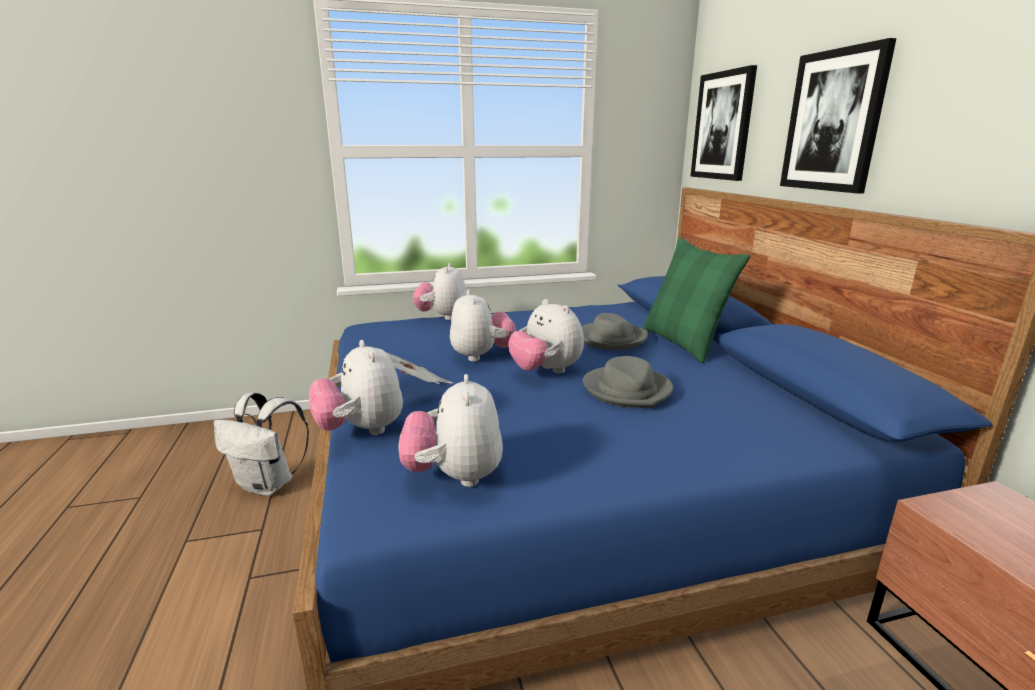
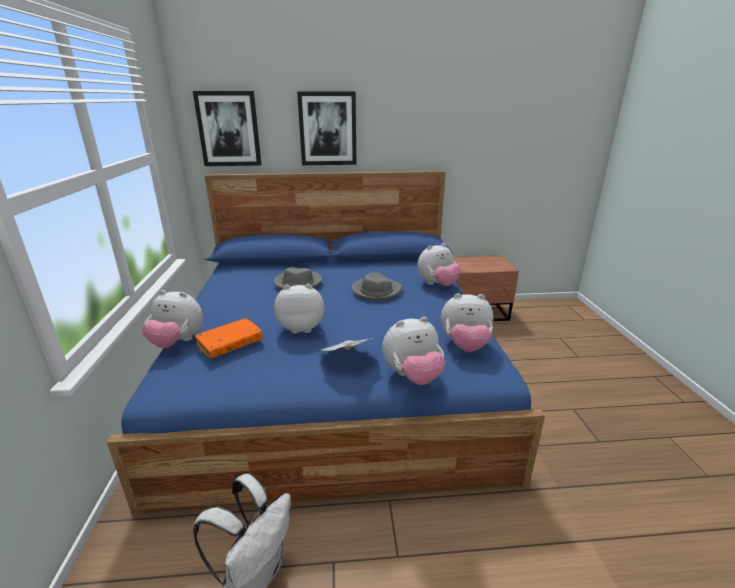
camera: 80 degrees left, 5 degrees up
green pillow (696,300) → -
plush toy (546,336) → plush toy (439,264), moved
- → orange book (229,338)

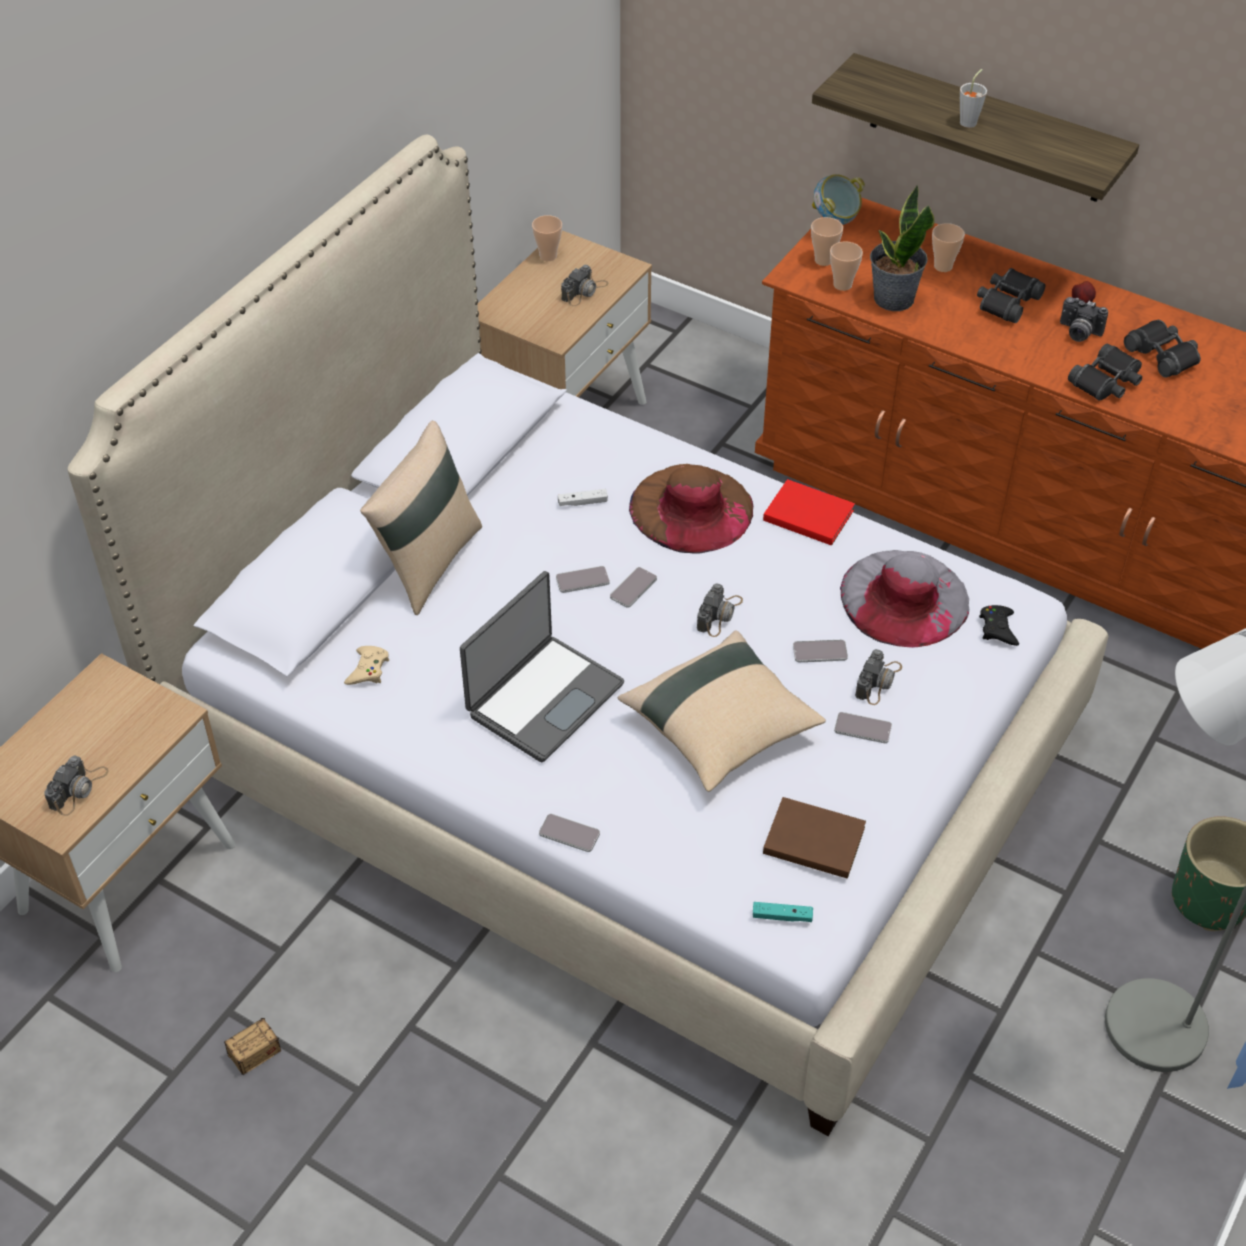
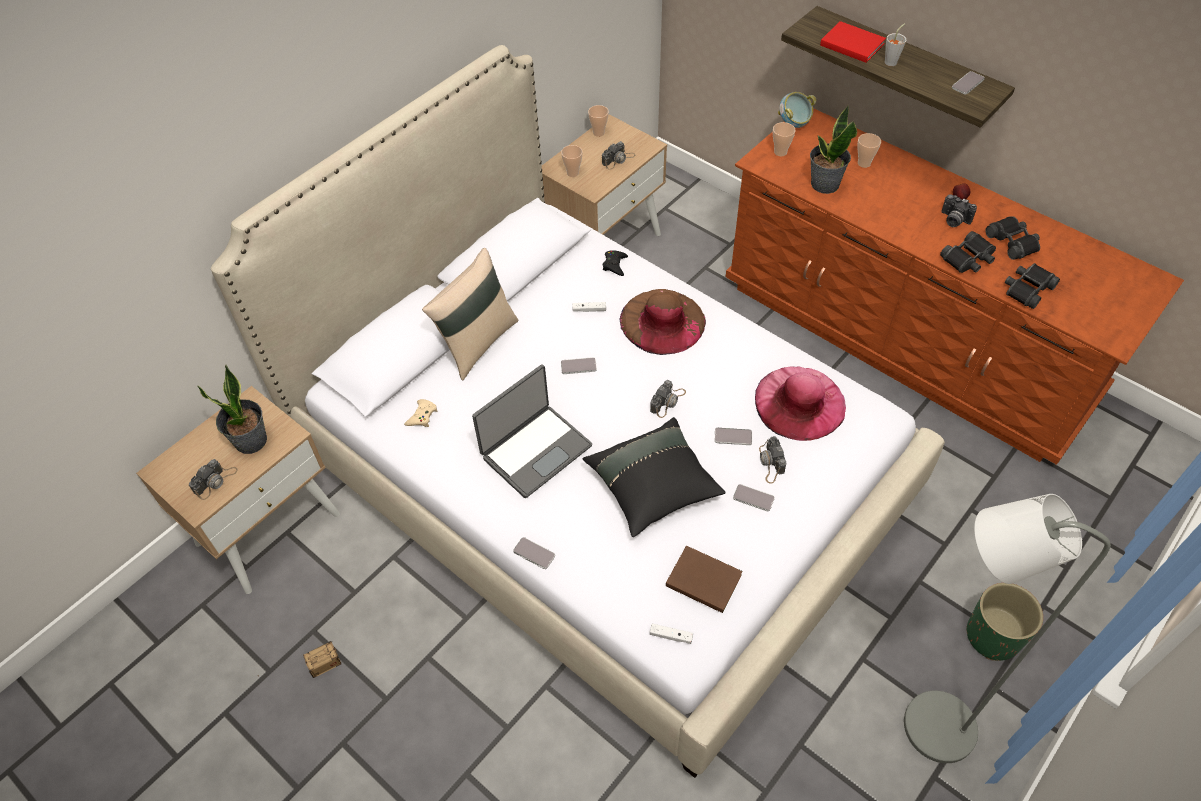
camera: 10 degrees right, 5 degrees up
cup (846,266) → cup (571,161), moved
black binoculars (1011,295) → black binoculars (1032,286), moved
red book (809,512) → red book (853,42), moved
grey hat (904,599) → pink hat (800,403)
phone (633,587) → phone (968,83), moved
black game controller (999,625) → black game controller (615,263), moved
beige pillow (722,711) → black pillow (654,477)
photo camera (878,677) → photo camera (772,459), 135 degrees clockwise
turquoise game controller (783,912) → white game controller (671,634)
- → potted plant (232,409)

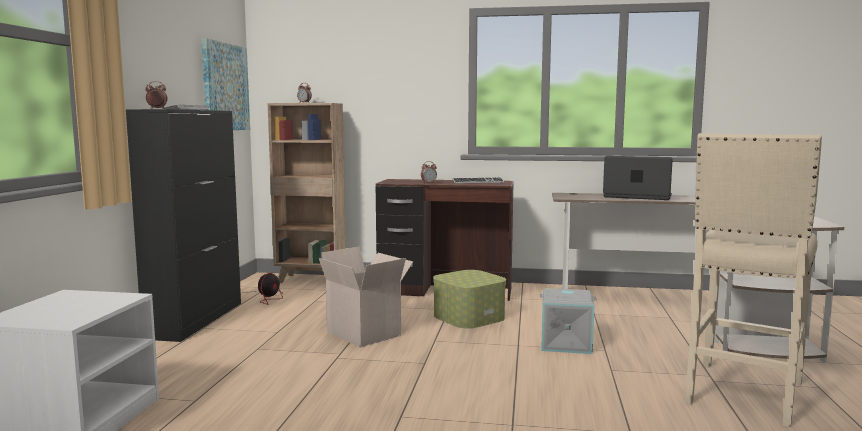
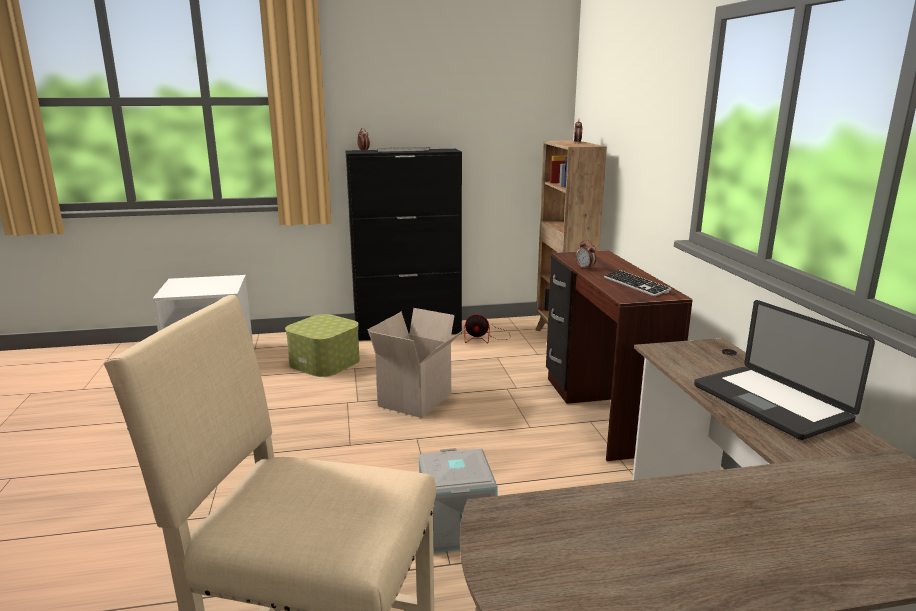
camera: 70 degrees right, 10 degrees up
picture (225,84) → -
laptop (638,178) → laptop (784,370), 150 degrees clockwise
storage box (469,299) → storage box (322,345), moved

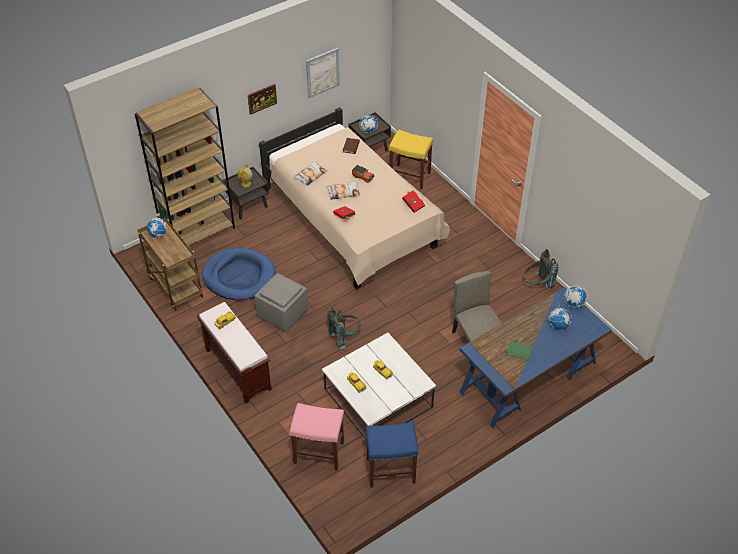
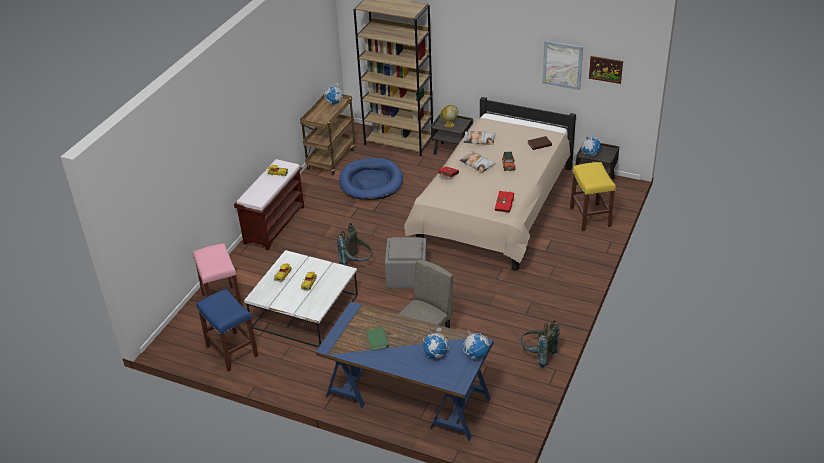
camera: 60 degrees right, 10 degrees down
picture (262,99) → picture (606,70), moved
grey ottoman (281,302) → grey ottoman (406,263), moved

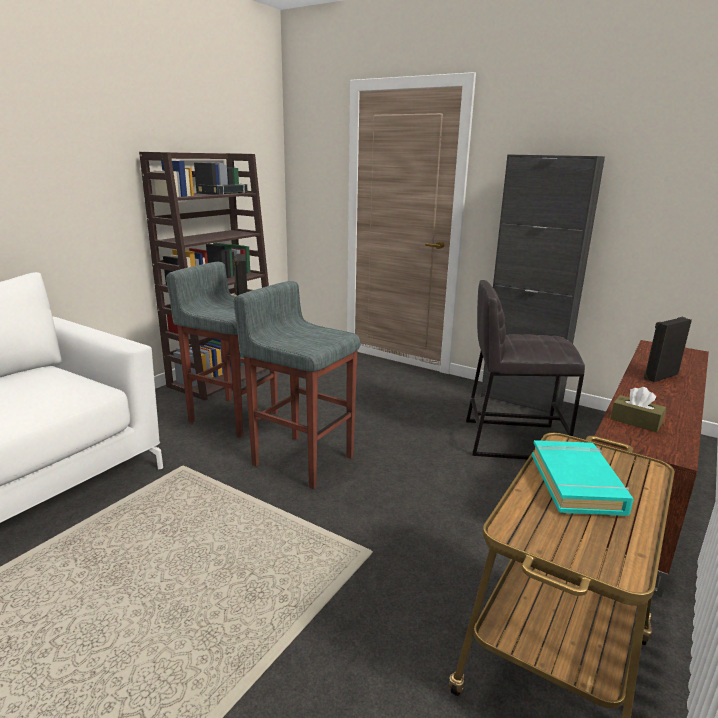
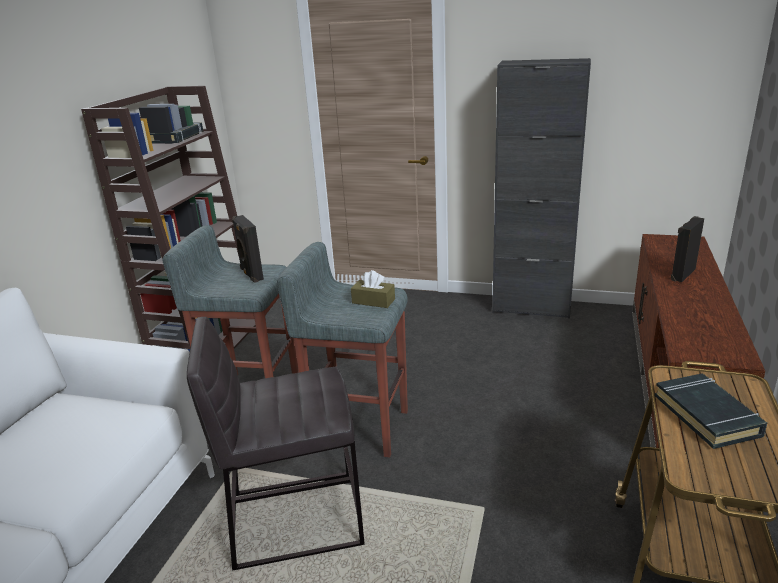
camera: 15 degrees left, 5 degrees up
grey stool (525,370) → grey stool (276,444), moved
brown tissue box (638,409) → brown tissue box (373,289), moved
turquoise book (583,478) → black book (711,411)

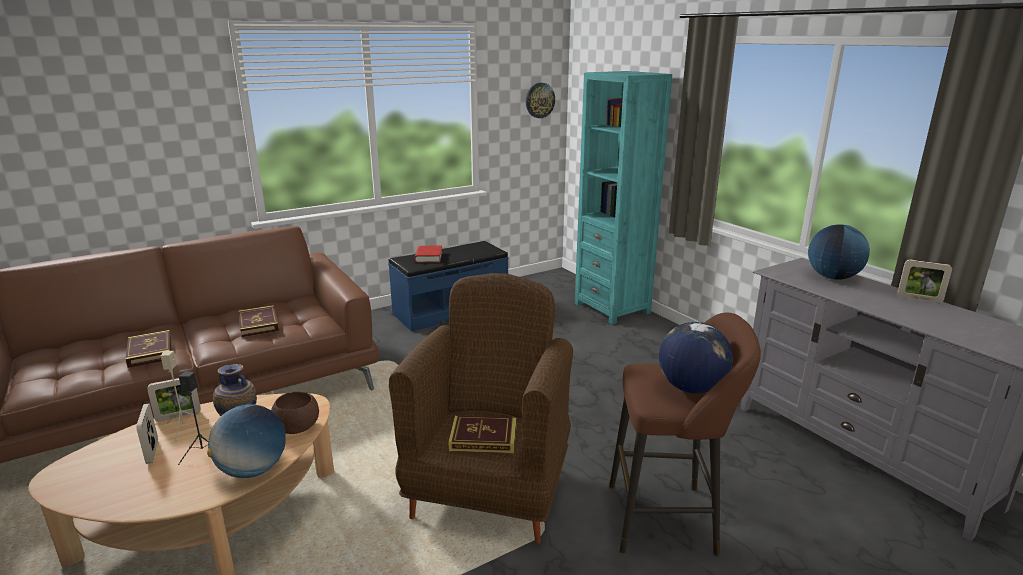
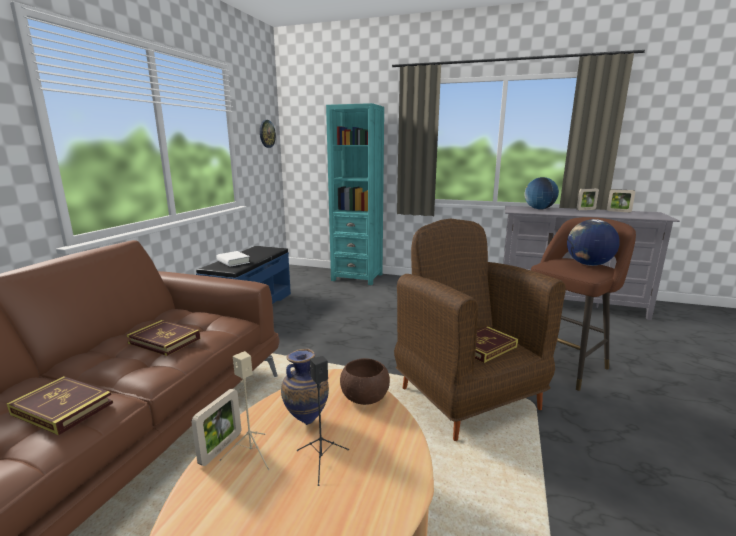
camera: 40 degrees left, 5 degrees down
red book (428,254) → white book (233,259)
picture frame (147,433) → picture frame (621,200), moved
globe (246,441) → -

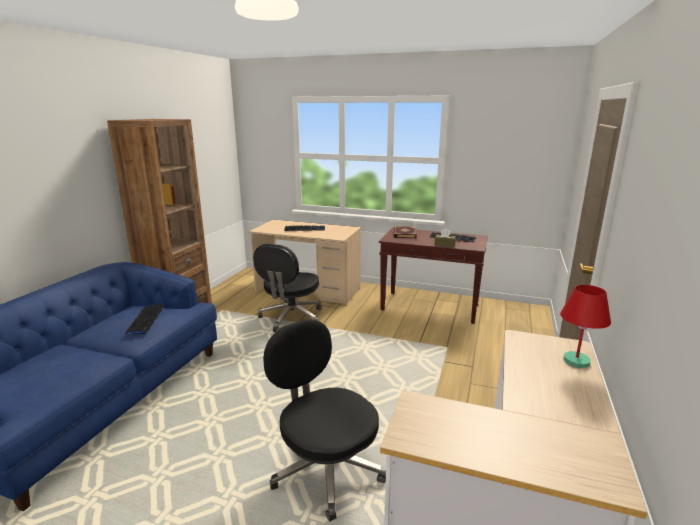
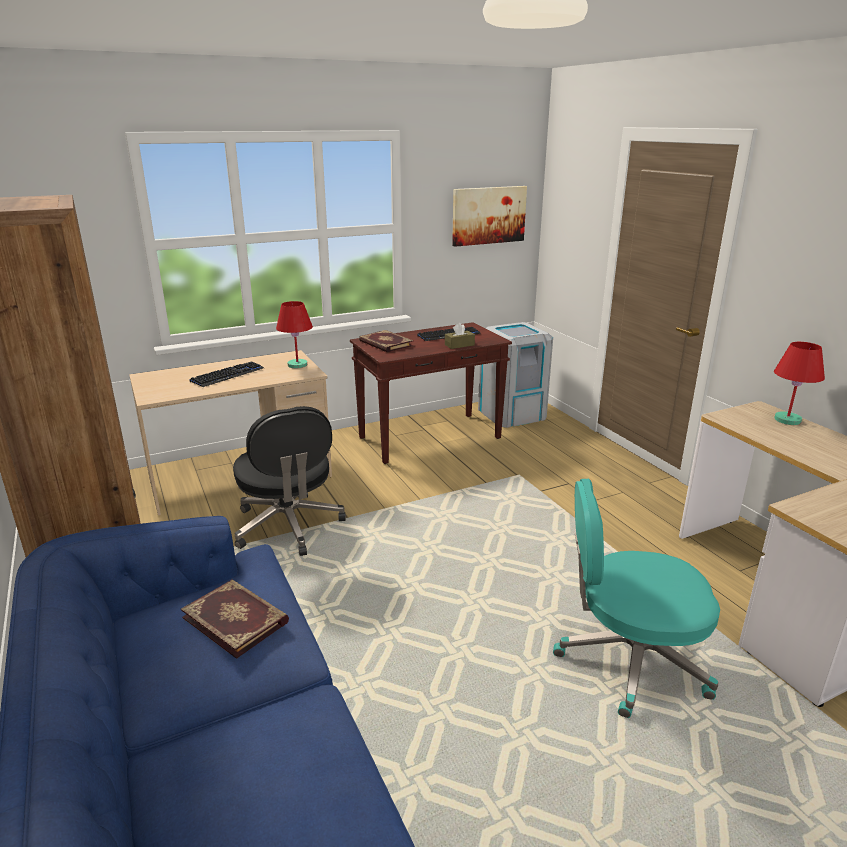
camera: 45 degrees left, 5 degrees up
keyboard (144,319) → book (235,619)
black office chair (324,420) → turquoise office chair (636,598)
- → picture (489,216)
- → red table lamp (294,334)
- → grey trash can (515,375)

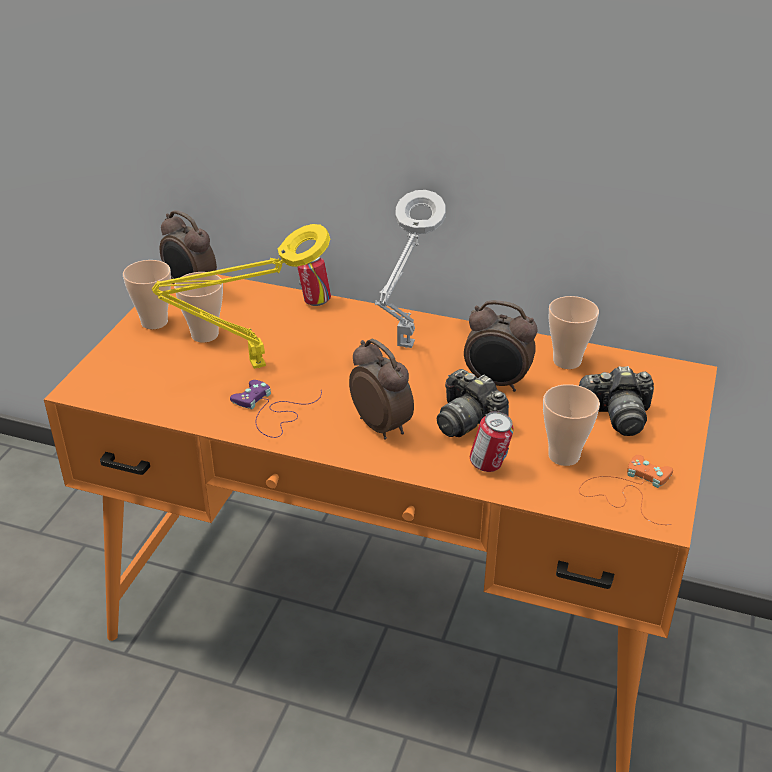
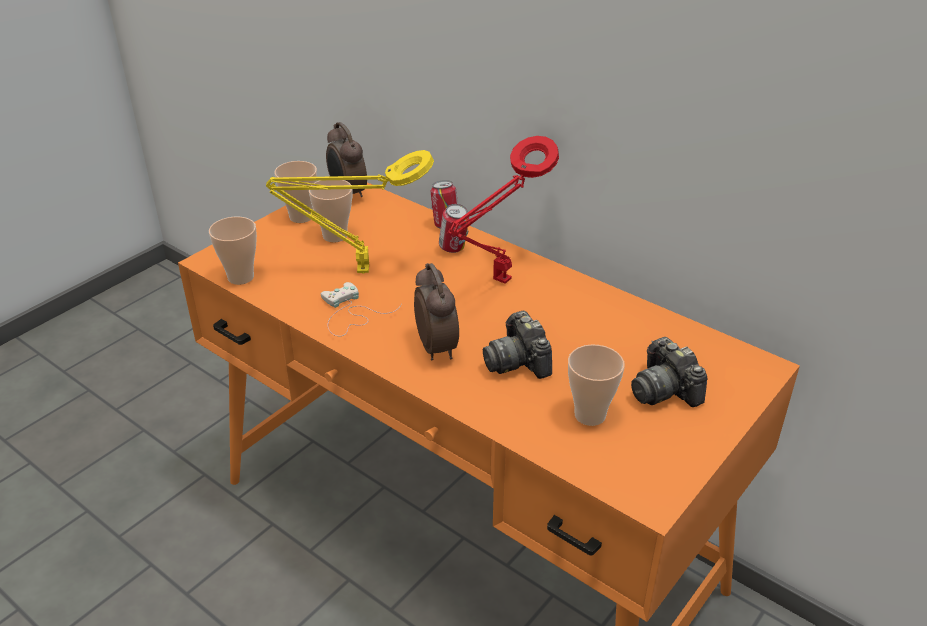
camera: 20 degrees right, 0 degrees up
grey table lamp (410,269) → red table lamp (503,210)
cup (574,332) → cup (233,251), moved
alarm clock (501,346) → -
photo camera (616,401) → photo camera (669,372), 45 degrees clockwise
purple game controller (276,409) → white game controller (361,309)
can (492,441) → can (454,228), moved
orange game controller (626,490) → -

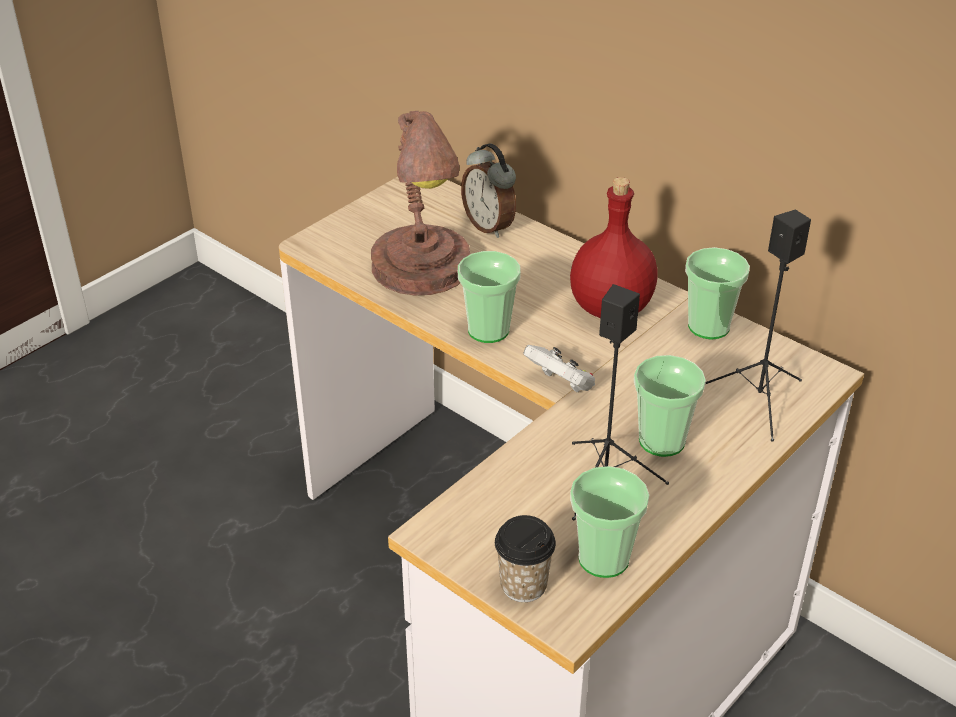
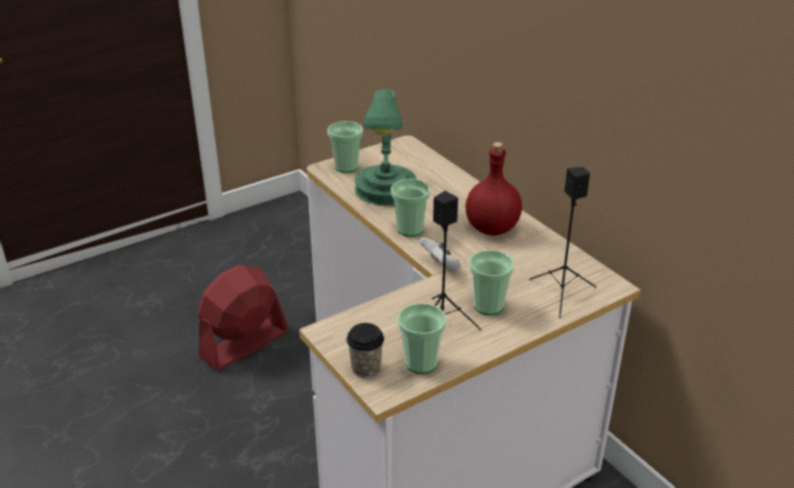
camera: 15 degrees right, 5 degrees down
brown table lamp (420,203) → green table lamp (386,147)
alarm clock (488,190) → -
cup (717,293) → cup (345,147), moved
- → red fan (243,317)

